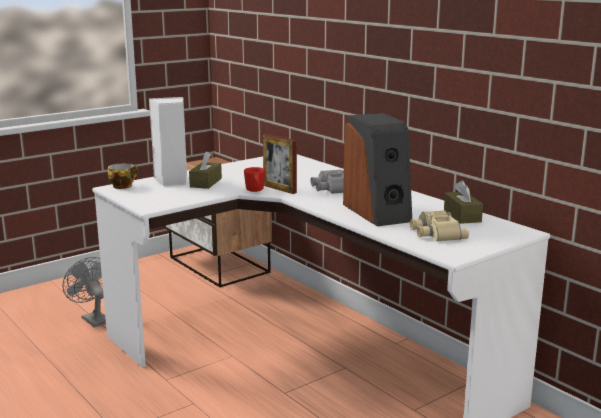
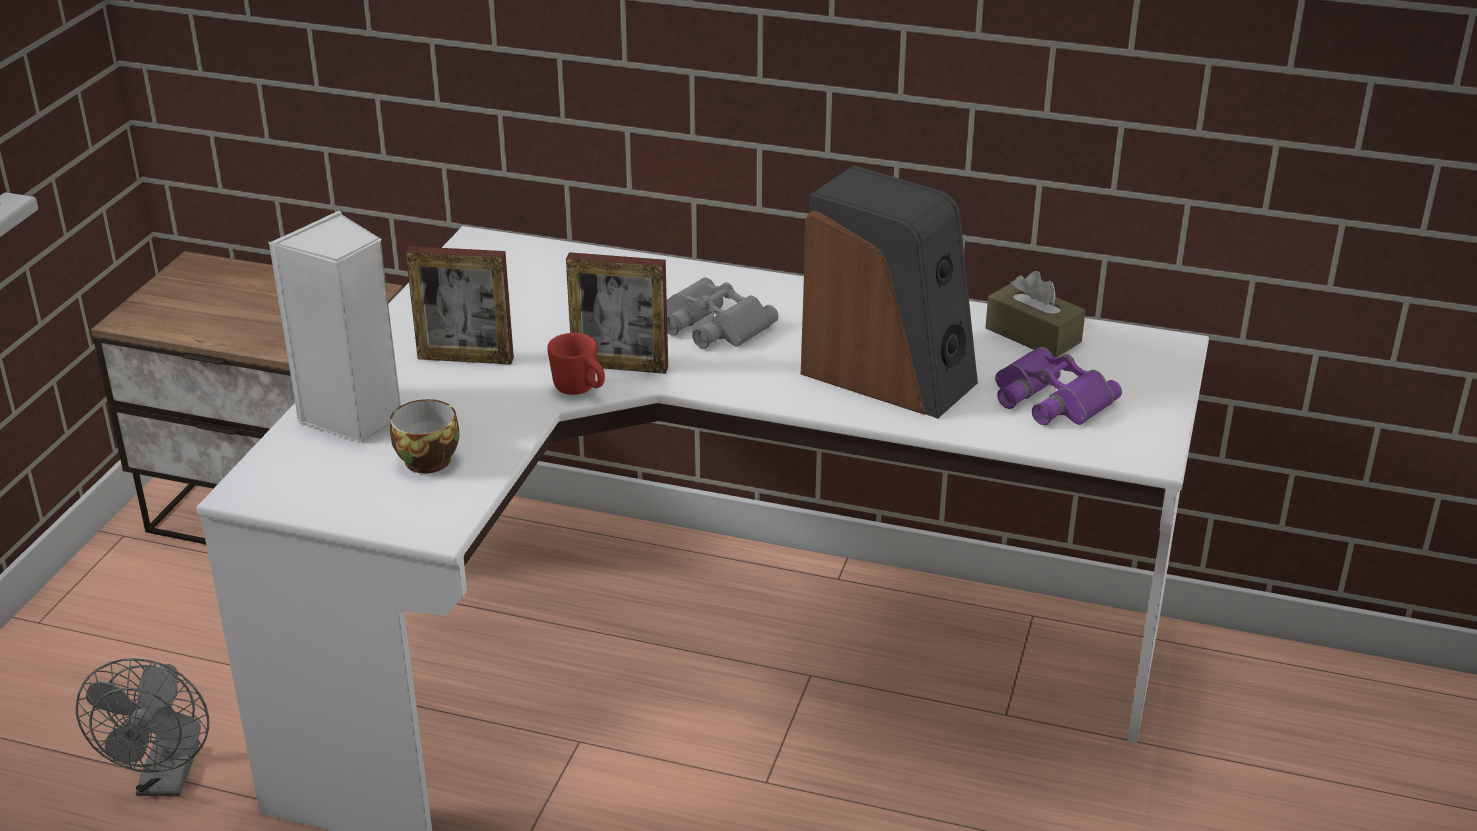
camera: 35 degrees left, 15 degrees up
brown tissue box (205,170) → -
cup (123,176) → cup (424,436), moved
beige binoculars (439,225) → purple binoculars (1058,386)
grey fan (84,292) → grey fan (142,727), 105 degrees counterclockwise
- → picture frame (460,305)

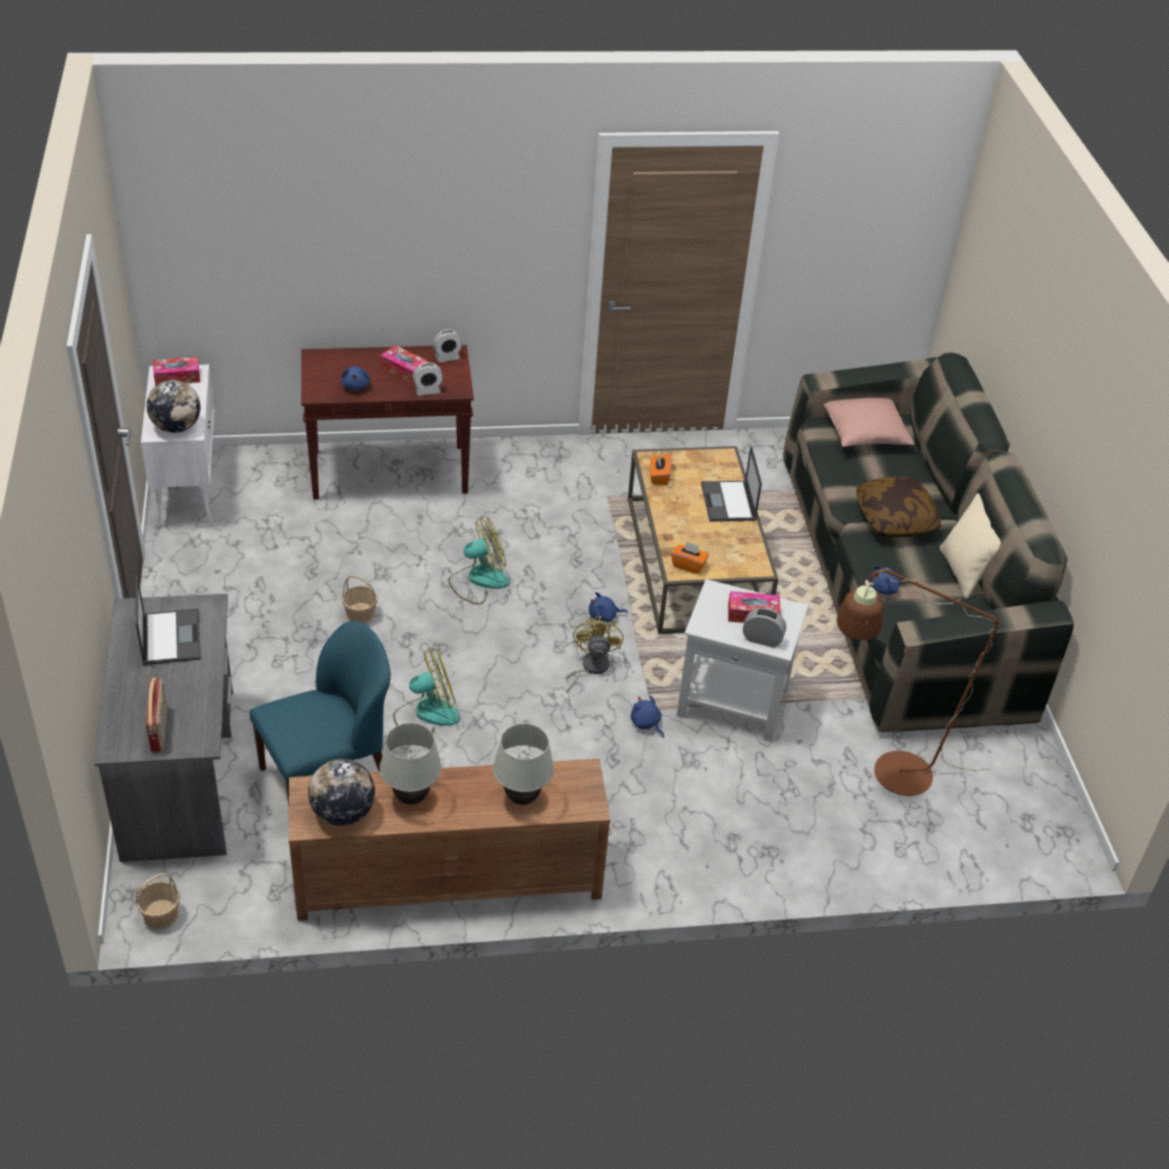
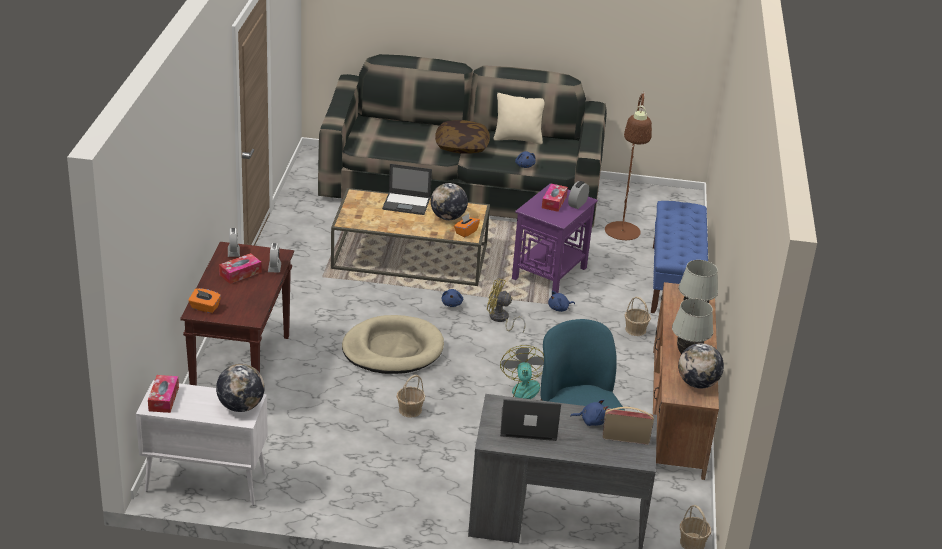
camera: 75 degrees left, 10 degrees down
blue plush toy (356,378) → blue plush toy (589,412), moved
pink pillow (869,422) → -
orange tissue box (661,469) → orange tissue box (204,300), moved
fan (479,560) → beige dog bed (393,344)
white side table (743,660) → purple side table (555,238)
- → globe (449,201)
- → blue bench (679,257)
- → basket (638,316)

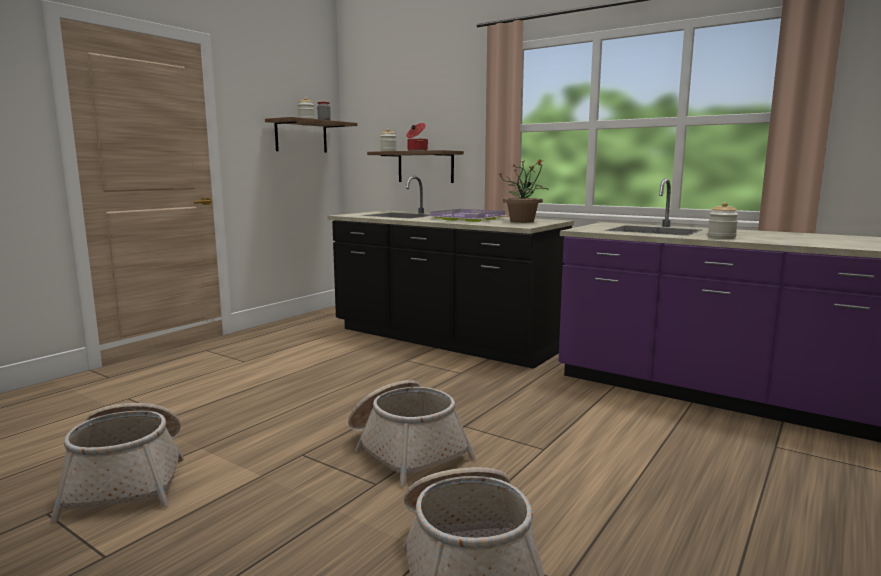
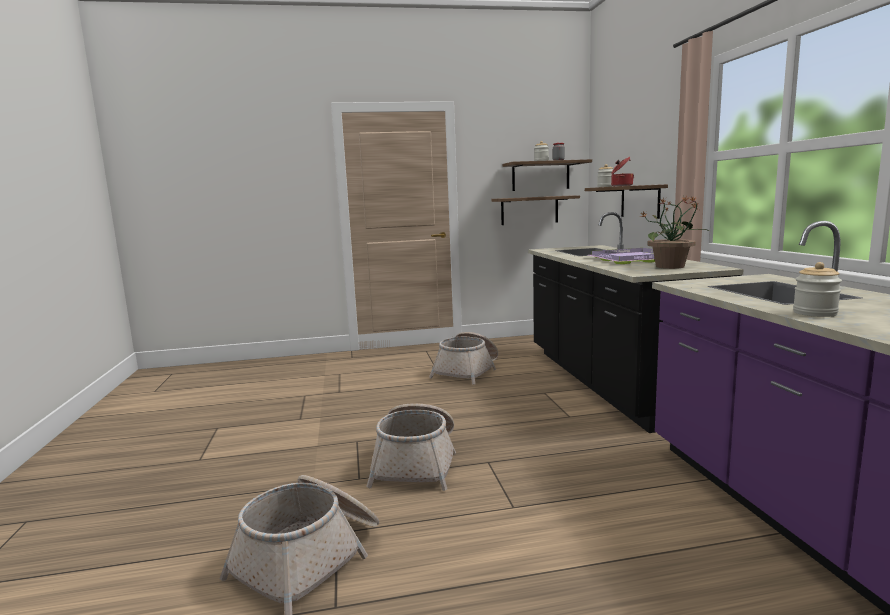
camera: 45 degrees right, 0 degrees up
basket (117,462) → basket (463,358), moved
- → shelf (535,210)

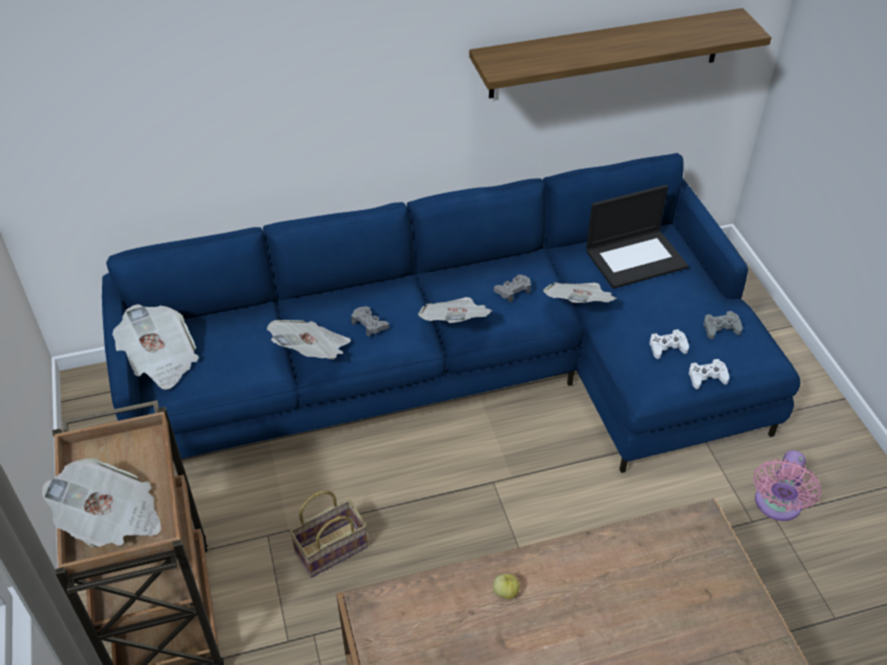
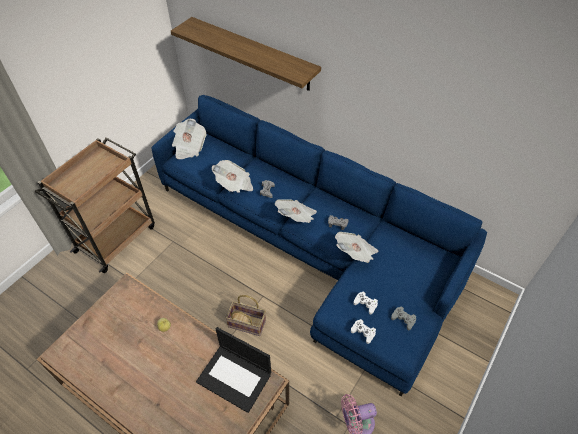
camera: 50 degrees right, 5 degrees up
shelf (620,53) → shelf (246,54), moved
laptop (637,237) → laptop (233,370), moved
newspaper (101,503) → -
basket (329,534) → basket (245,315), moved

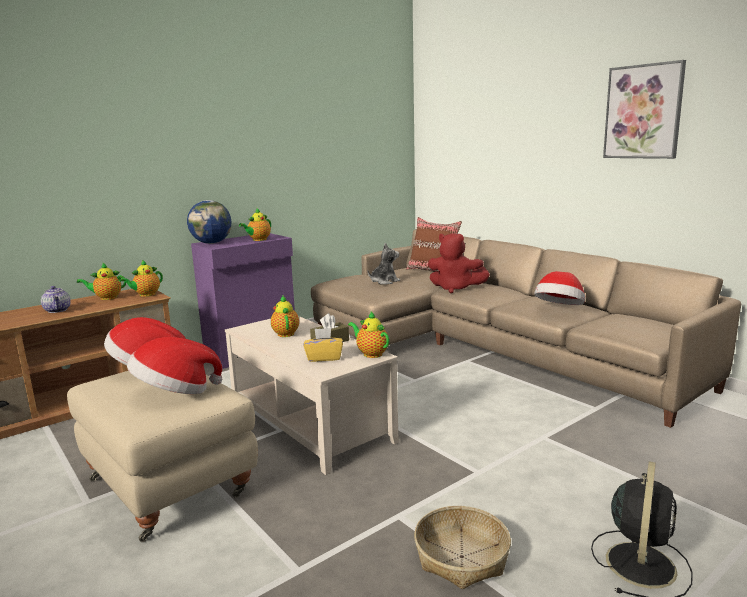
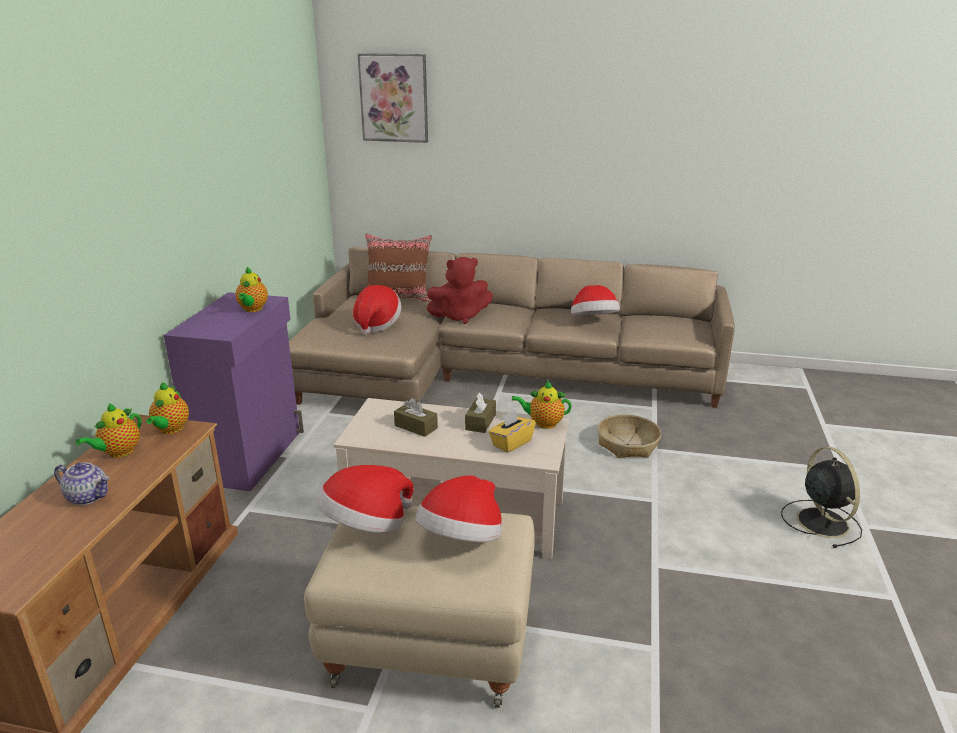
camera: 40 degrees left, 10 degrees up
picture (644,109) → picture (393,98), moved
globe (209,222) → -
plush toy (383,264) → hat (376,310)
teapot (285,316) → brown tissue box (416,417)
basket (462,547) → basket (629,436), moved

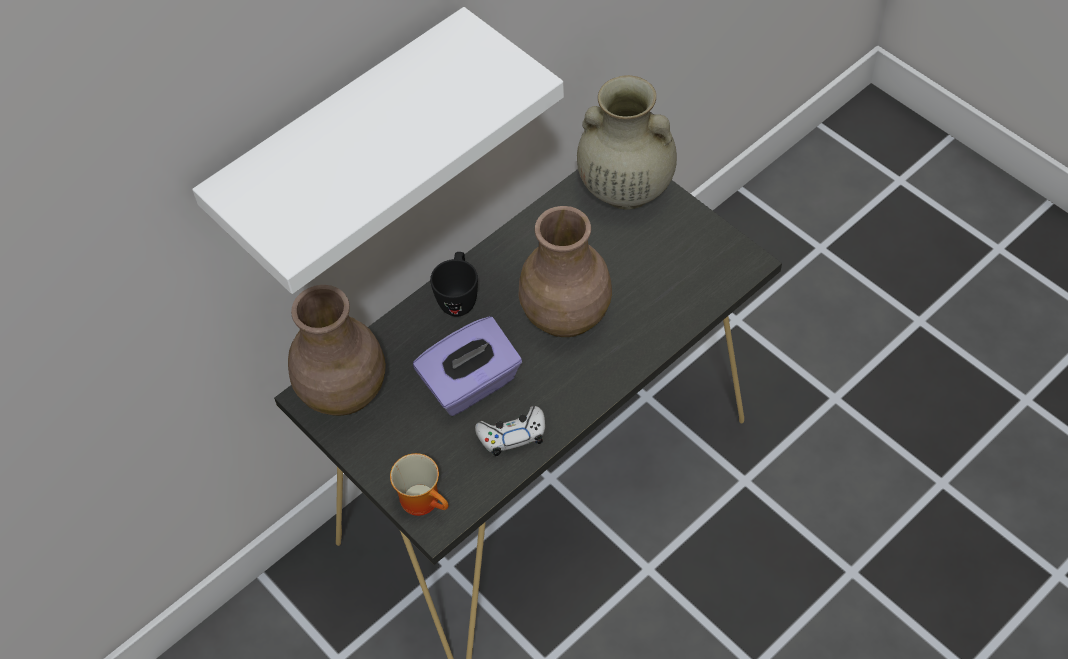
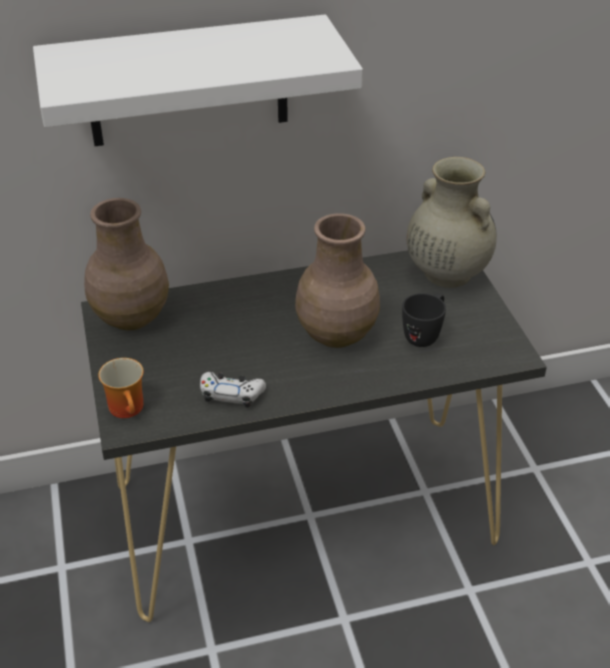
camera: 25 degrees right, 15 degrees down
black mug (454,284) → black mug (424,320), moved
purple tissue box (467,366) → -

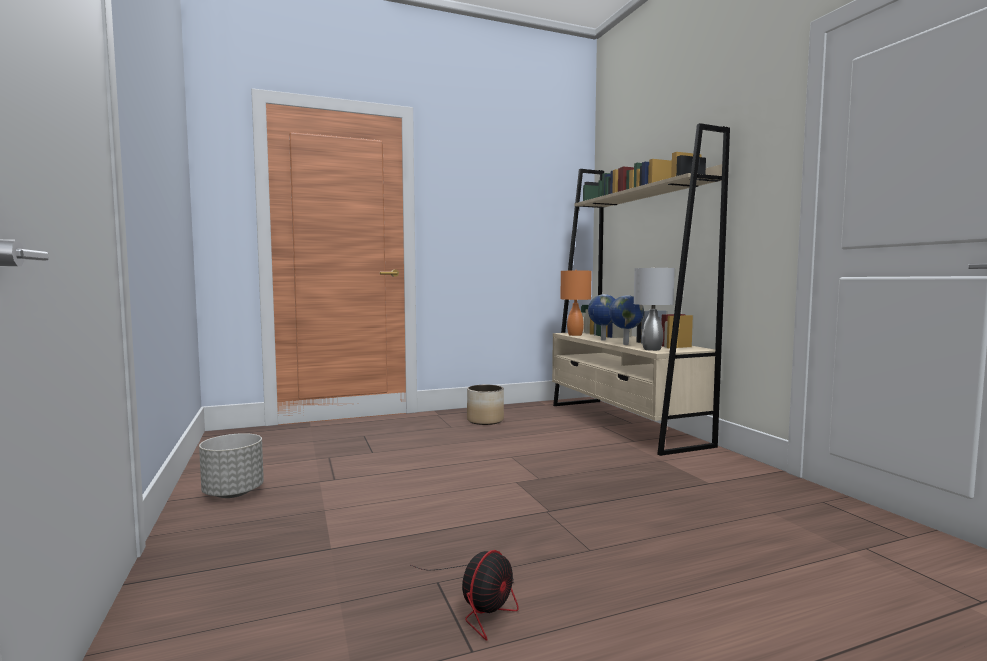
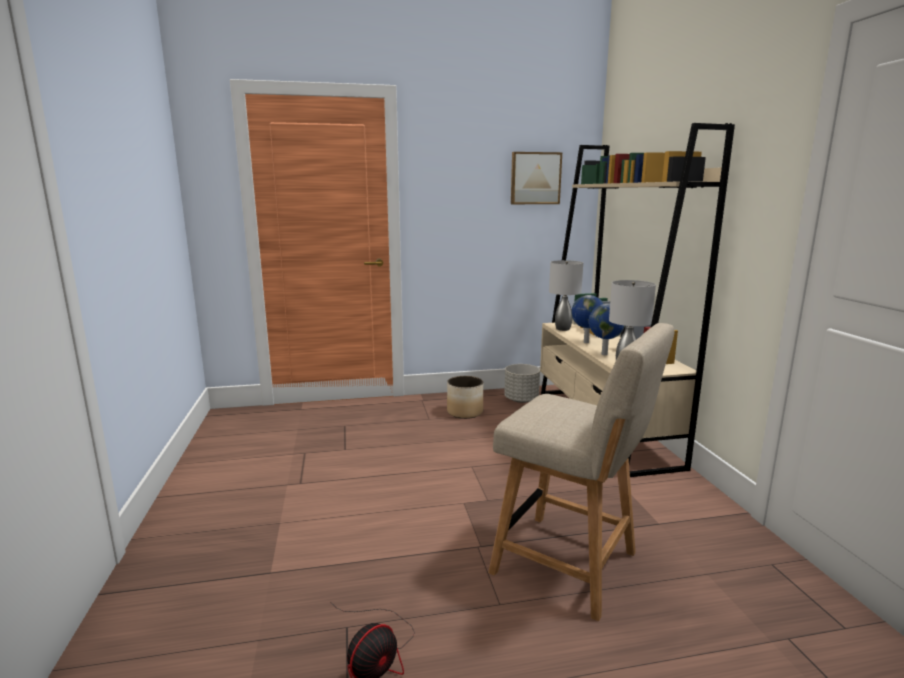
camera: 10 degrees right, 10 degrees up
orange table lamp (576,303) → grey table lamp (566,295)
grey planter (231,465) → grey planter (522,383), moved
- → picture (536,178)
- → beige chair (581,472)

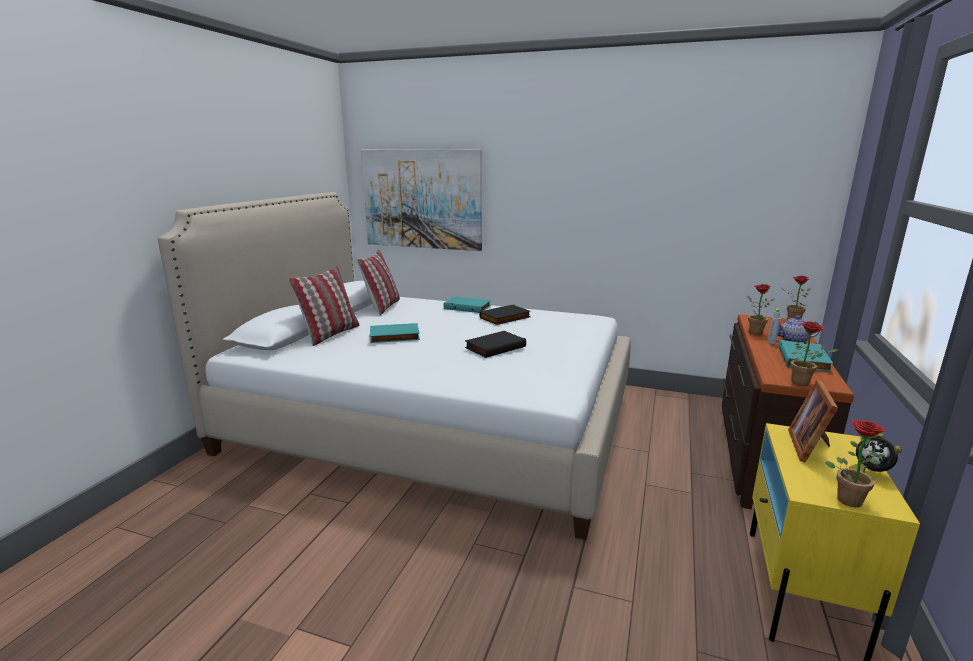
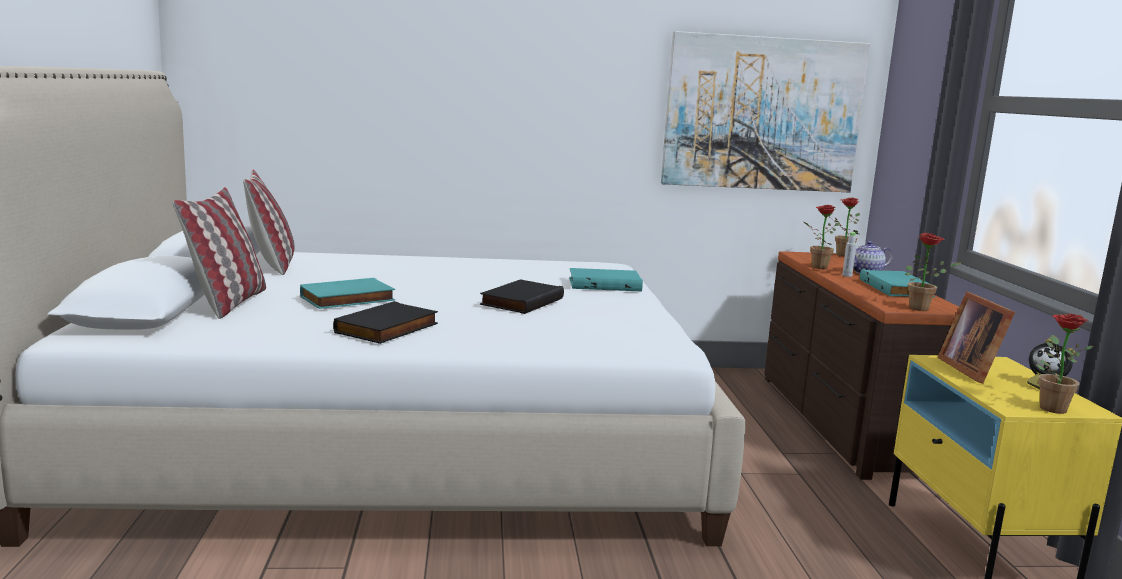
camera: 25 degrees left, 5 degrees down
picture (421,200) → picture (765,111), moved
turquoise book (467,304) → turquoise book (606,279), moved
black book (505,315) → black book (385,322), moved

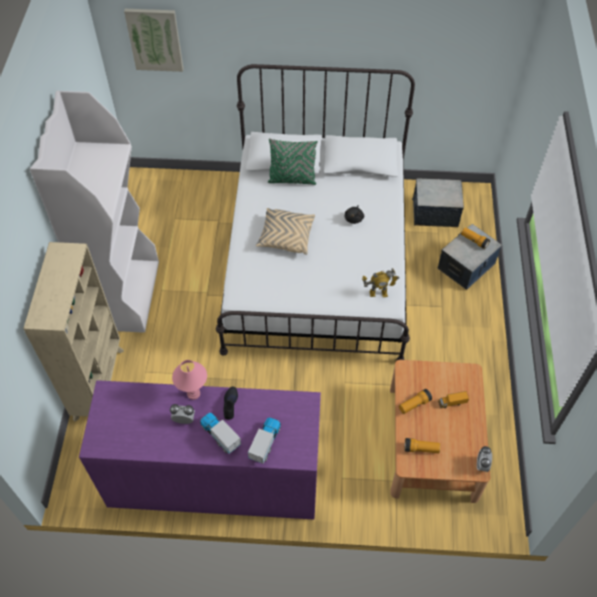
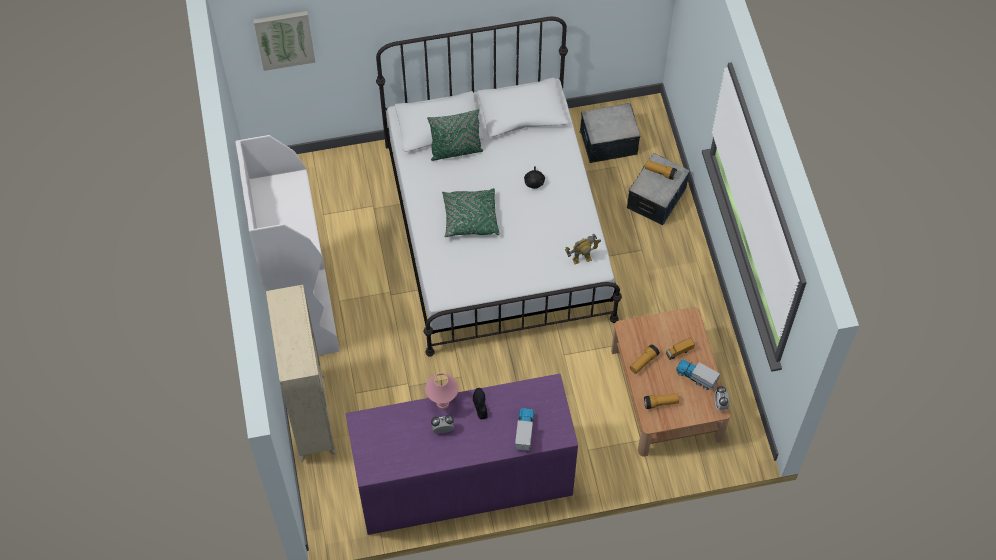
camera: 15 degrees left, 5 degrees up
beige pillow (285,231) → green pillow (471,212)
toy truck (220,433) → toy truck (698,374), moved

